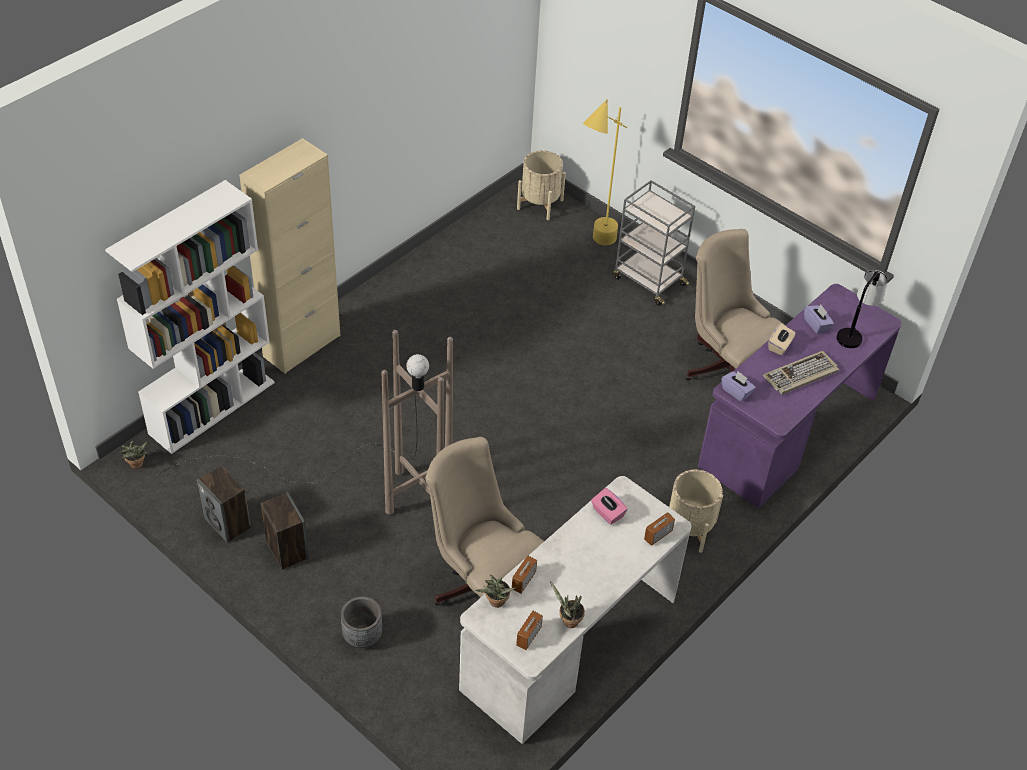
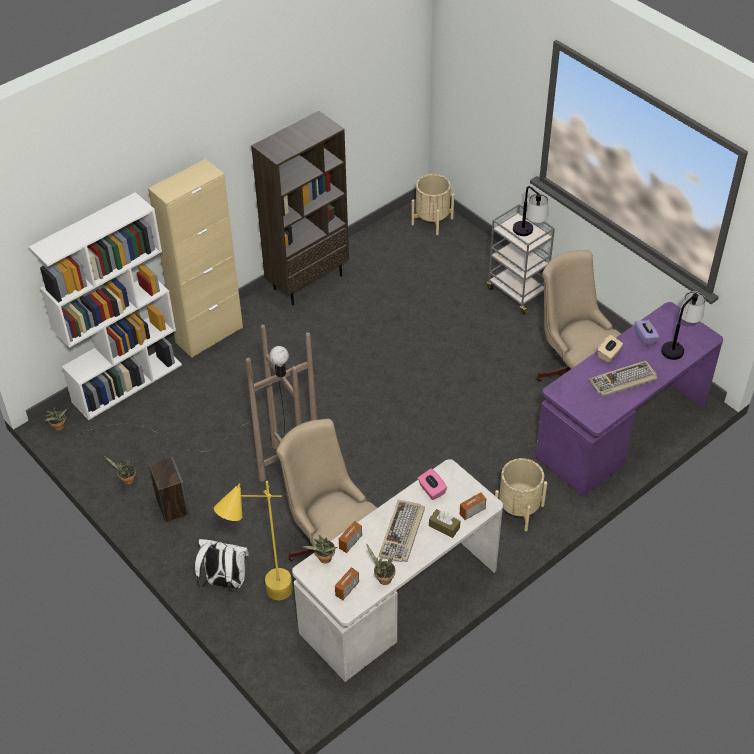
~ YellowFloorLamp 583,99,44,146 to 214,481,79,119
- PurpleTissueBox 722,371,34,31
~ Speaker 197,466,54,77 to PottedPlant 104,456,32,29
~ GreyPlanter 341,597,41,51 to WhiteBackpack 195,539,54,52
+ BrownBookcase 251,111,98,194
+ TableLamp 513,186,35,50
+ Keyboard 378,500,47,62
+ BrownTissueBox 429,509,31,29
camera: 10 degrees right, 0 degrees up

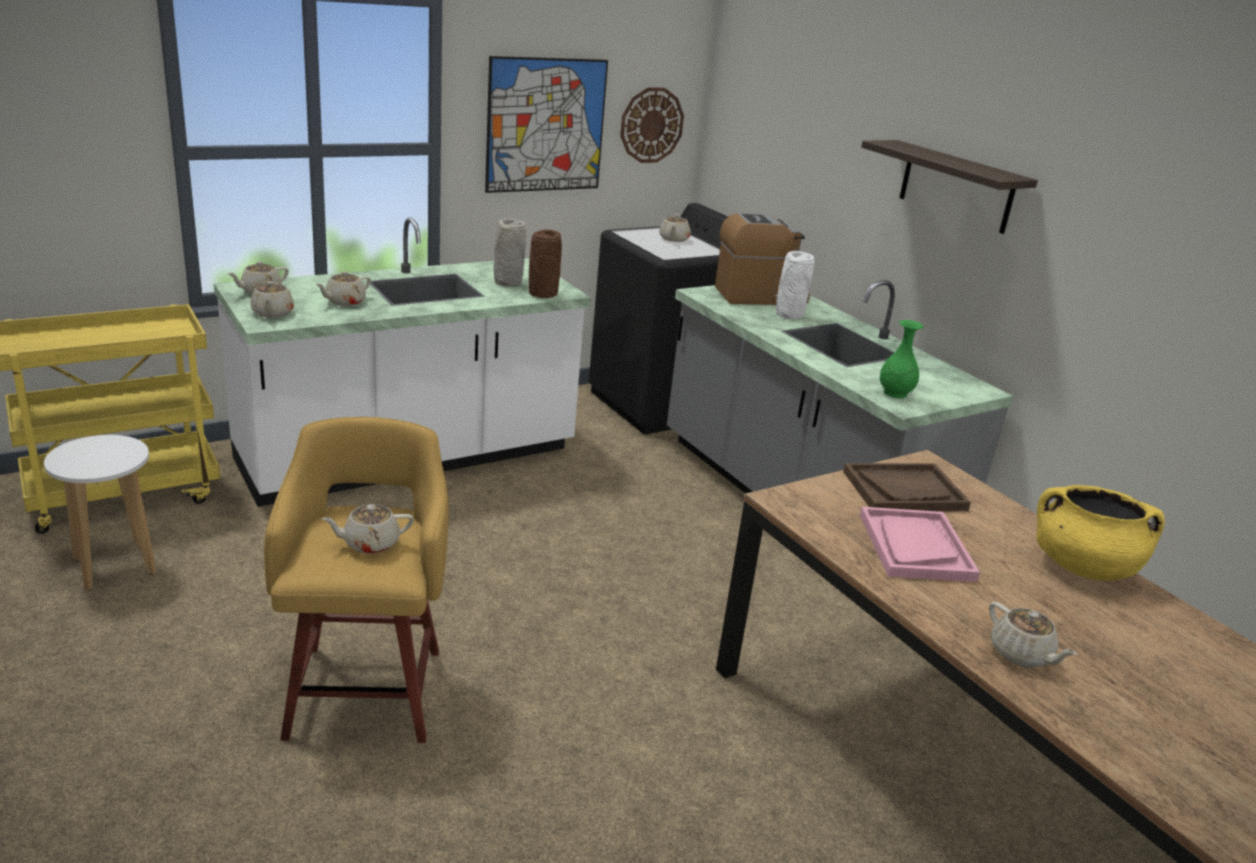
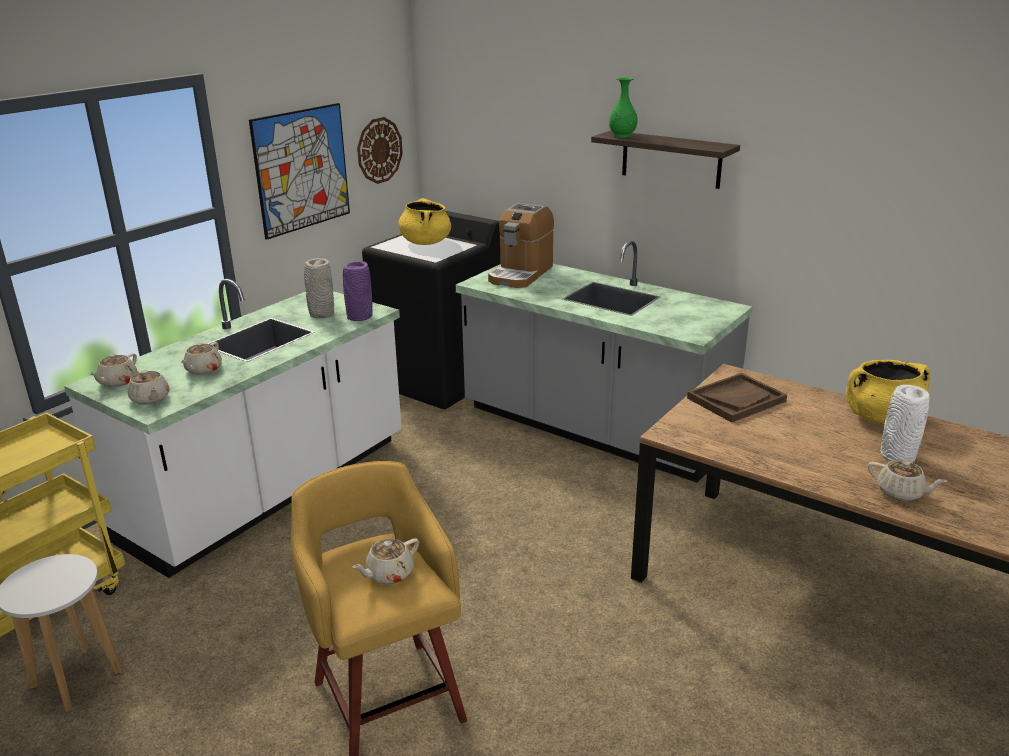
~ CoffeeMachine 715,213,95,92 = 488,203,66,85 150 degrees clockwise
~ BeigeTeapot 659,214,32,28 to YellowCookingPot 398,198,53,47
~ BrownVase 529,229,33,69 to PurpleVase 343,261,30,60
~ WhiteVase 776,251,39,69 to 880,385,50,78
~ GreenVase 880,320,44,78 to 609,77,29,61
- PinkTray 860,507,120,75
camera: 20 degrees left, 0 degrees up

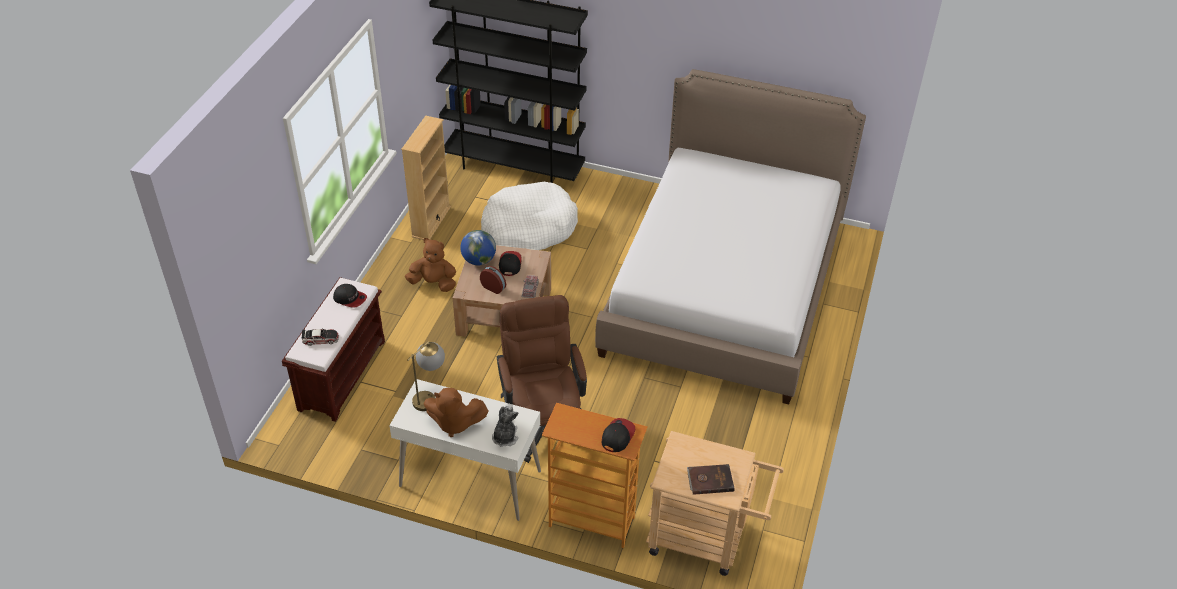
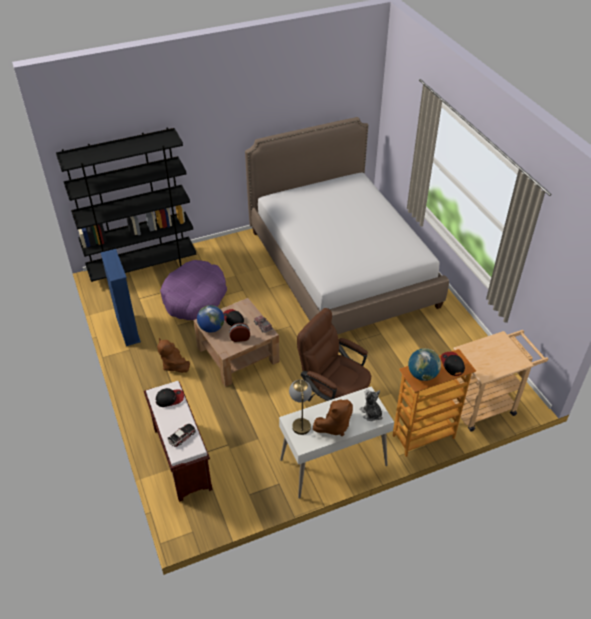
~ BeigeBookcase 401,116,50,124 to BlueBookcase 101,249,40,97
~ WhiteDogBed 481,182,97,68 to PurpleDogBed 160,260,67,60
~ BrownPlushToy 405,238,51,54 = 157,338,33,35 90 degrees counterclockwise
- BrownBook 687,464,48,31
+ Globe 408,348,33,33
camera: 40 degrees left, 0 degrees up

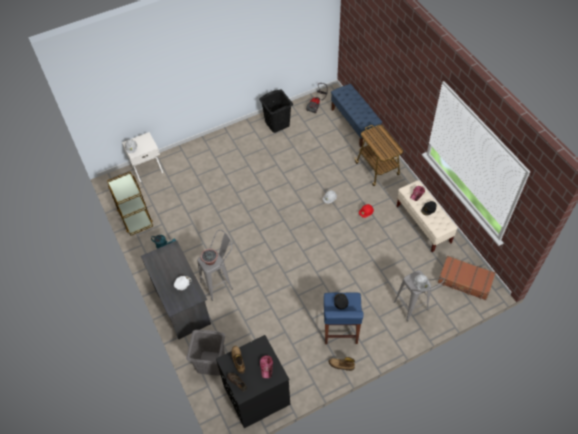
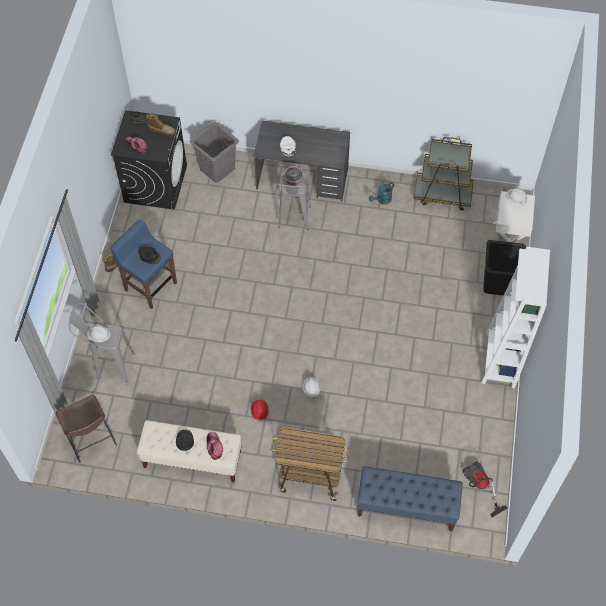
~ BlackLaundryBasket 259,90,34,43 to 483,240,43,56
~ BrownSuitcase 438,256,58,44 to BrownStool 56,395,61,68
+ WhiteBookcase 481,247,69,141
camera: 125 degrees right, 5 degrees up

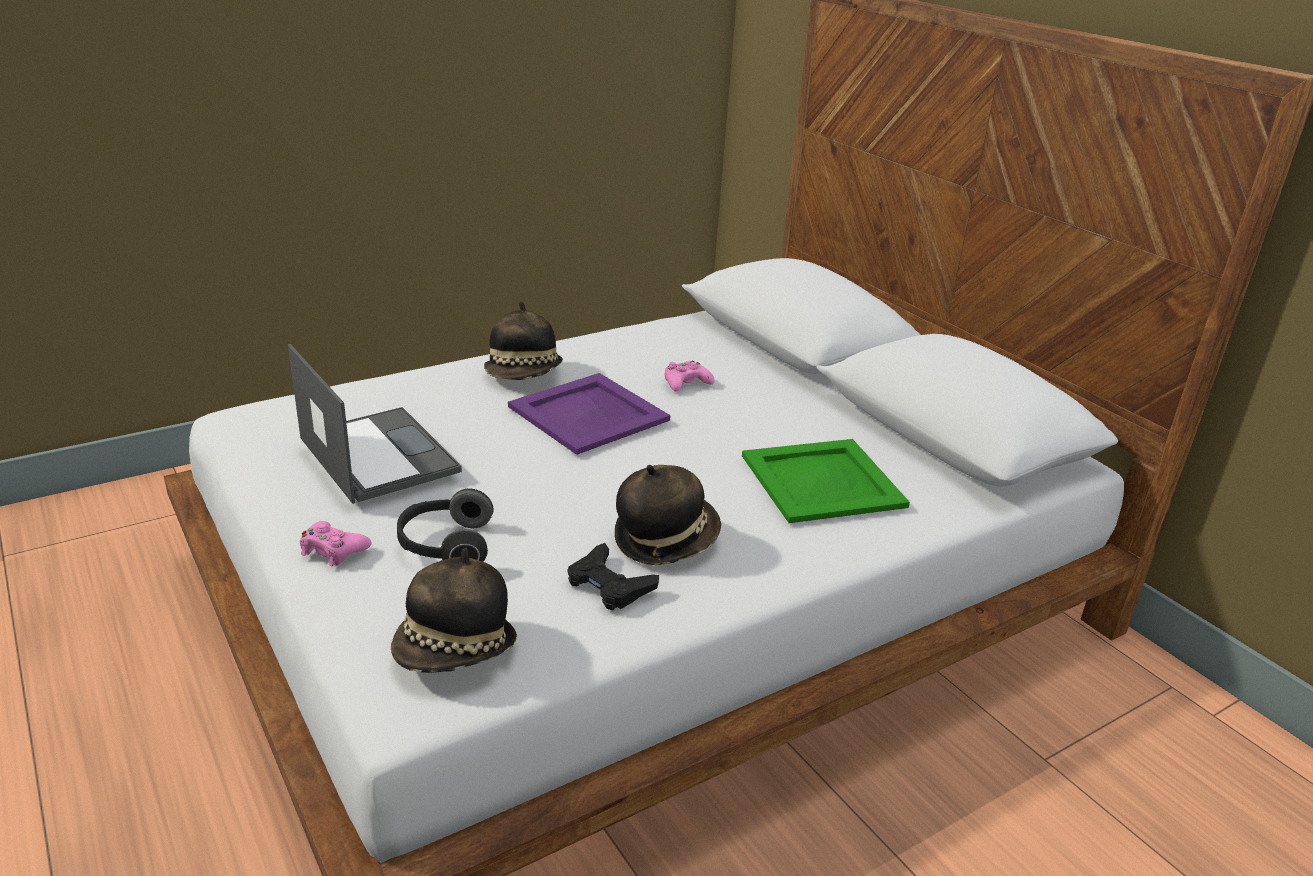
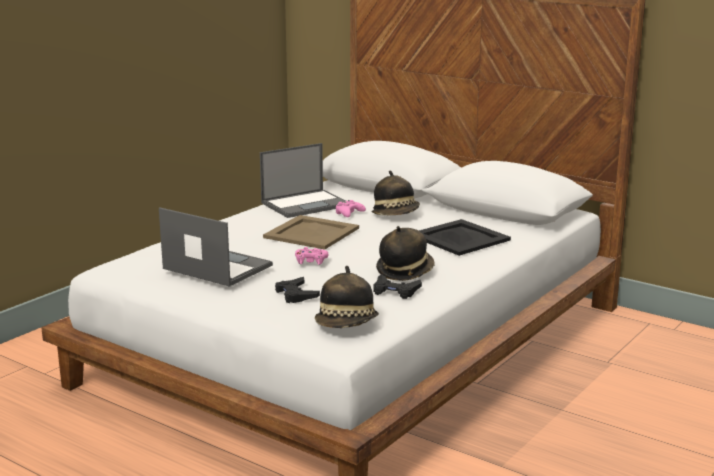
~ Hat 484,301,79,79 to 371,170,49,46
~ PurpleTray 508,373,162,82 to BeigeTray 263,215,96,35
~ GreenTray 742,439,168,84 to BlackTray 419,219,92,37
~ Headphones 397,489,96,73 to BlackGameController 275,277,45,26
~ PinkGameController 300,521,71,45 to 295,247,34,18
+ Laptop 260,143,86,75
camera: 20 degrees left, 10 degrees down

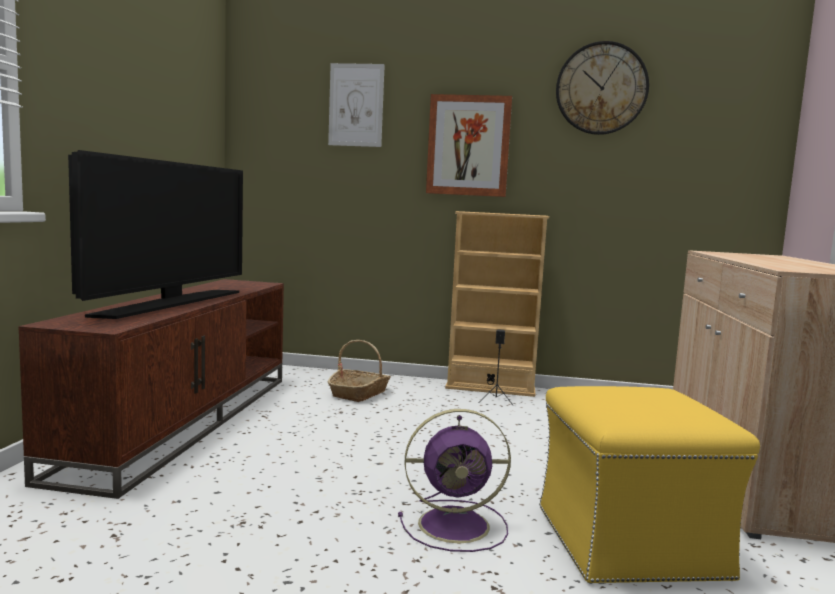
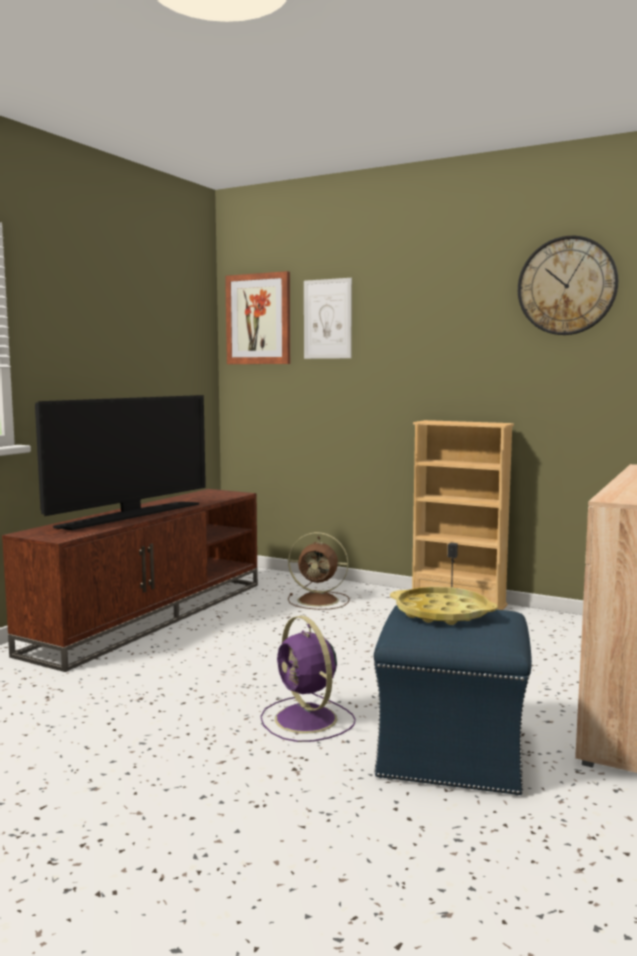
~ Picture 426,94,86,103 to 225,271,65,93
~ Basket 328,340,63,62 to BrownFan 288,532,62,78
~ YellowOttoman 539,386,221,198 to BlueOttoman 374,605,158,191
~ PurpleFan 398,409,113,143 = 260,616,96,126 45 degrees clockwise
+ YellowTray 390,587,108,38
camera: 20 degrees right, 0 degrees up

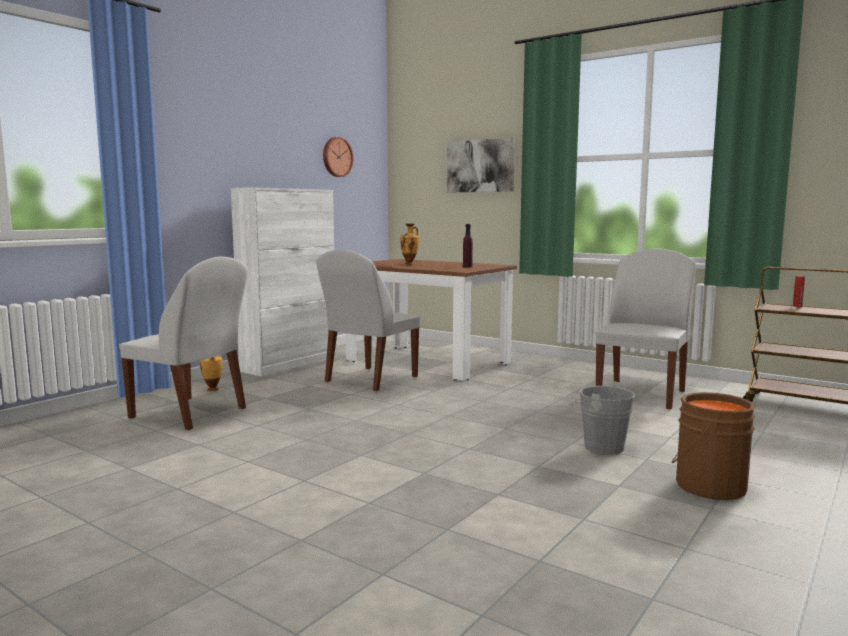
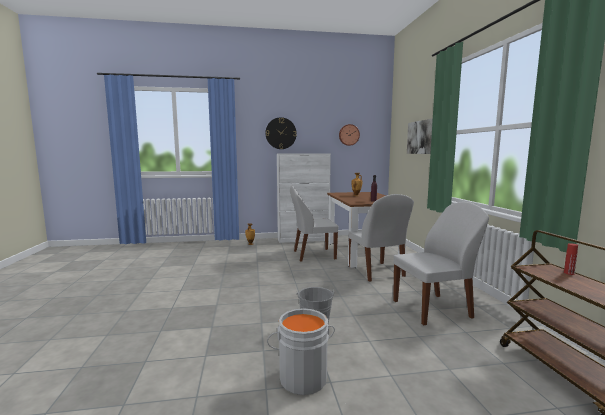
~ WhiteChair 119,257,129,173 to 348,194,66,88
~ BrownBucket 672,392,83,108 to GreyBucket 267,308,68,87
+ WallClock 265,117,32,32
camera: 45 degrees right, 0 degrees up

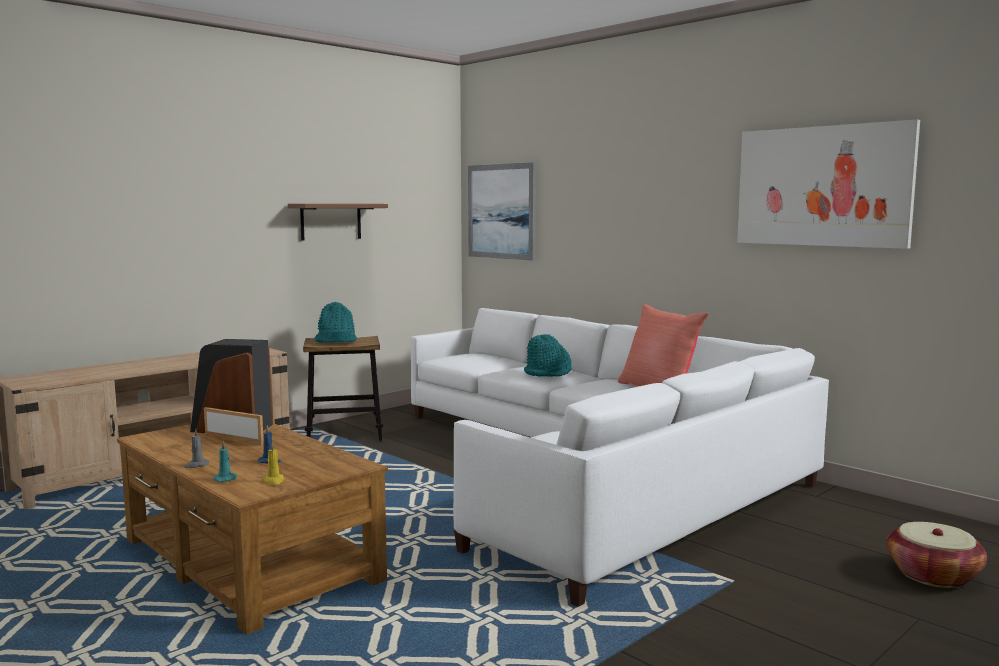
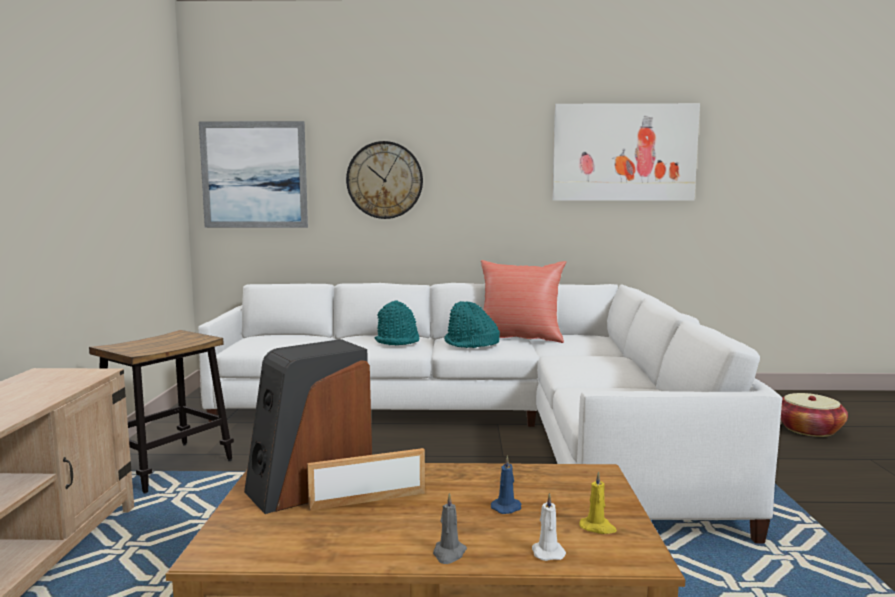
- BrownShelf 288,204,100,37
~ TurquoiseHat 314,302,43,41 to 444,301,56,47
~ TurquoiseCandle 213,441,25,41 to WhiteCandle 532,493,34,68
+ WallClock 346,141,77,78
camera: 45 degrees left, 0 degrees up

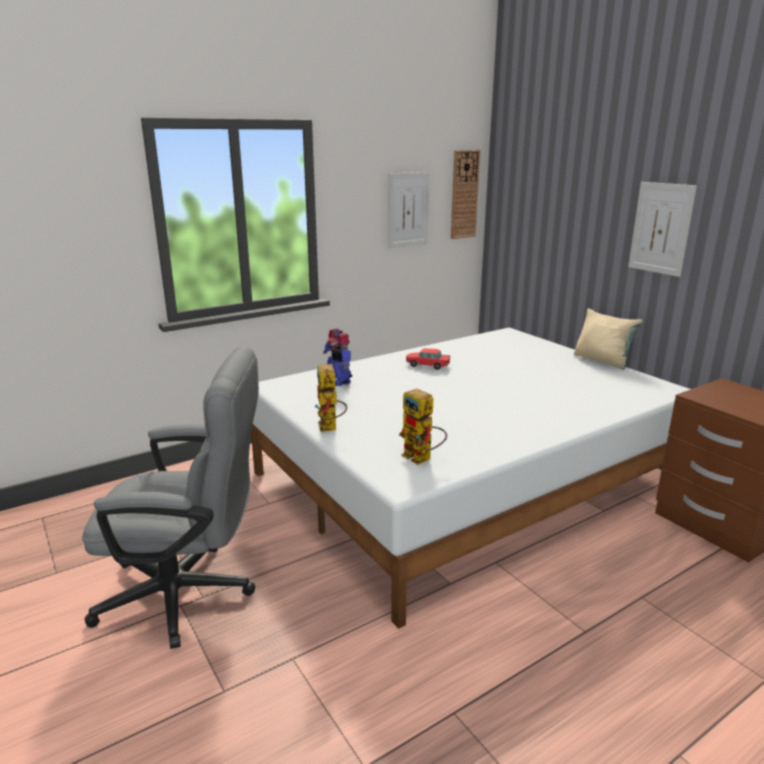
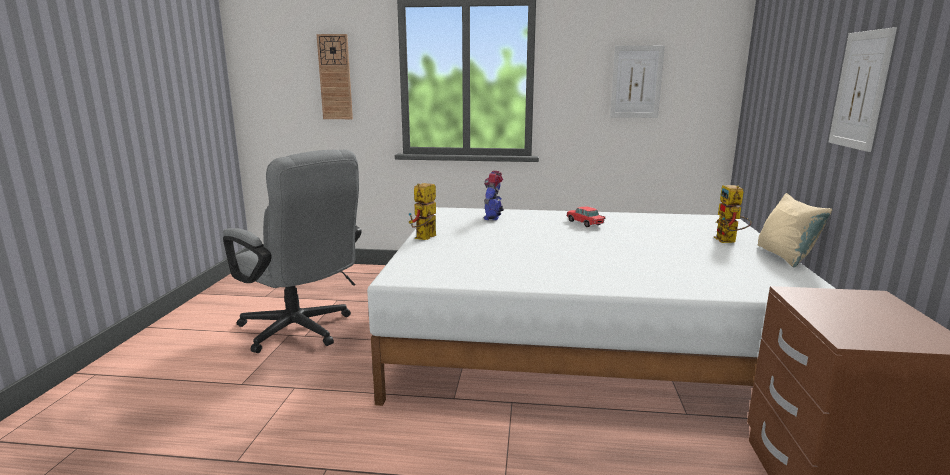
~ WallClock 451,150,29,89 to 316,34,37,85
~ ToyRobot 399,389,48,76 to 714,185,38,58
camera: 40 degrees right, 5 degrees down

